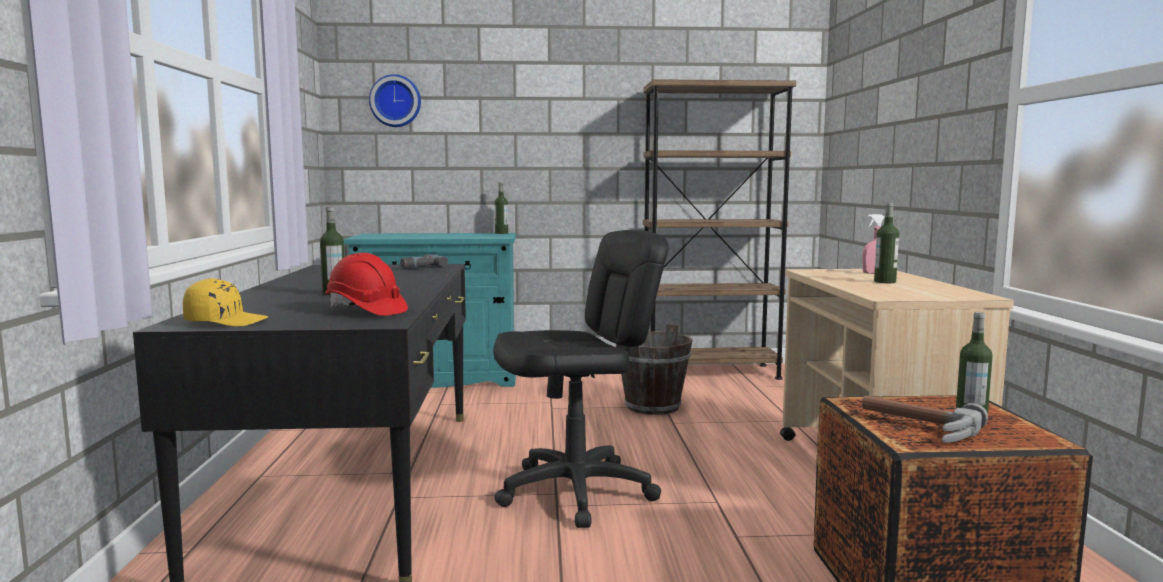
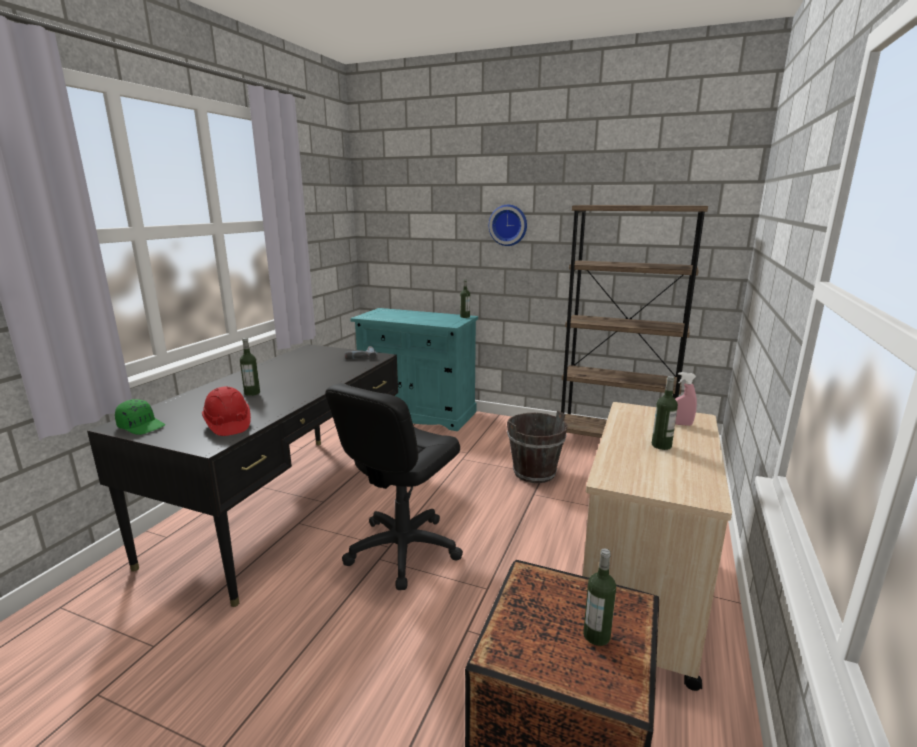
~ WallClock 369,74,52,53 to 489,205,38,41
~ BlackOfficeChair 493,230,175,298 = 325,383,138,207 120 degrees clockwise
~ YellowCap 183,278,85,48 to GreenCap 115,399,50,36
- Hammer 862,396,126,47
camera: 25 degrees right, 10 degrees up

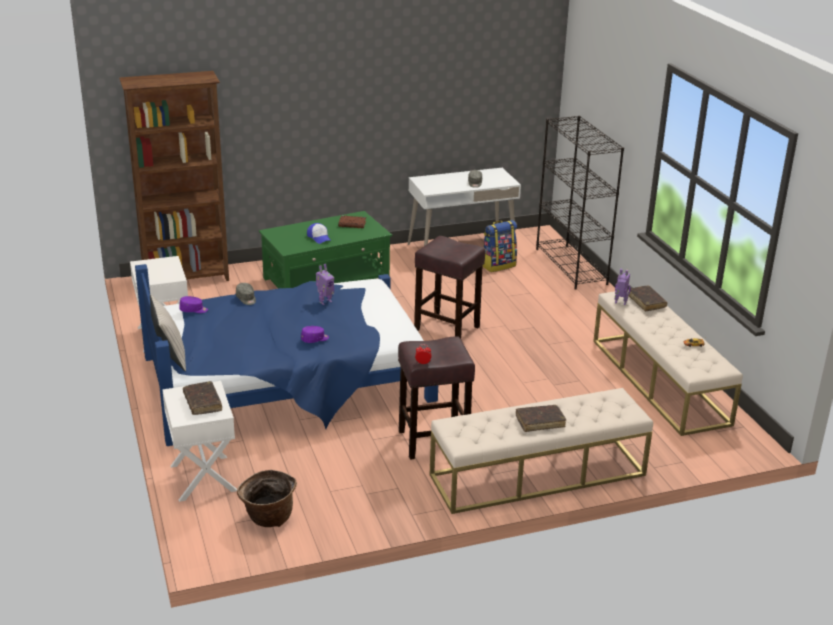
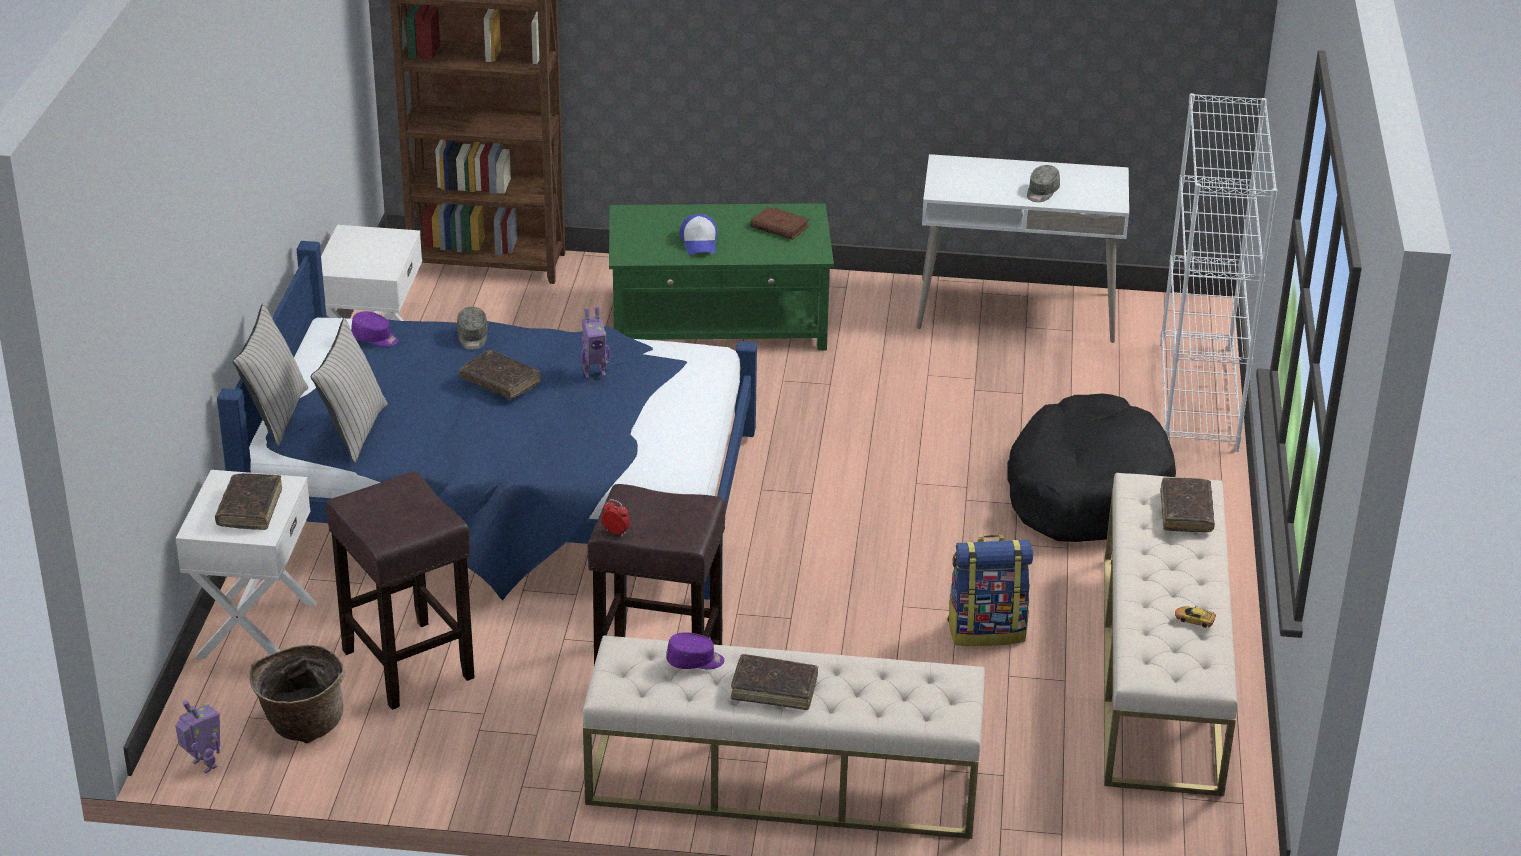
~ BlackBookcase 536,116,88,174 to WhiteBookcase 1160,93,117,359
~ Backpack 483,220,34,52 to 947,535,86,111
~ BrownStool 414,236,71,102 to 326,471,149,239
~ ToyRobot 615,269,16,36 to 175,700,45,73
~ PurpleCap 301,326,28,17 to 666,632,58,37
+ BeigePillow 311,318,77,145
+ BrownBook 459,349,82,50
+ BlackDogBed 1007,393,169,149
camera: 25 degrees right, 5 degrees up

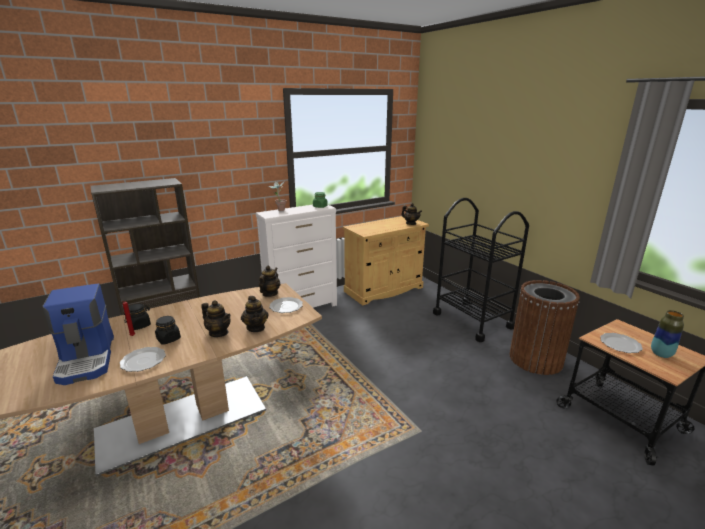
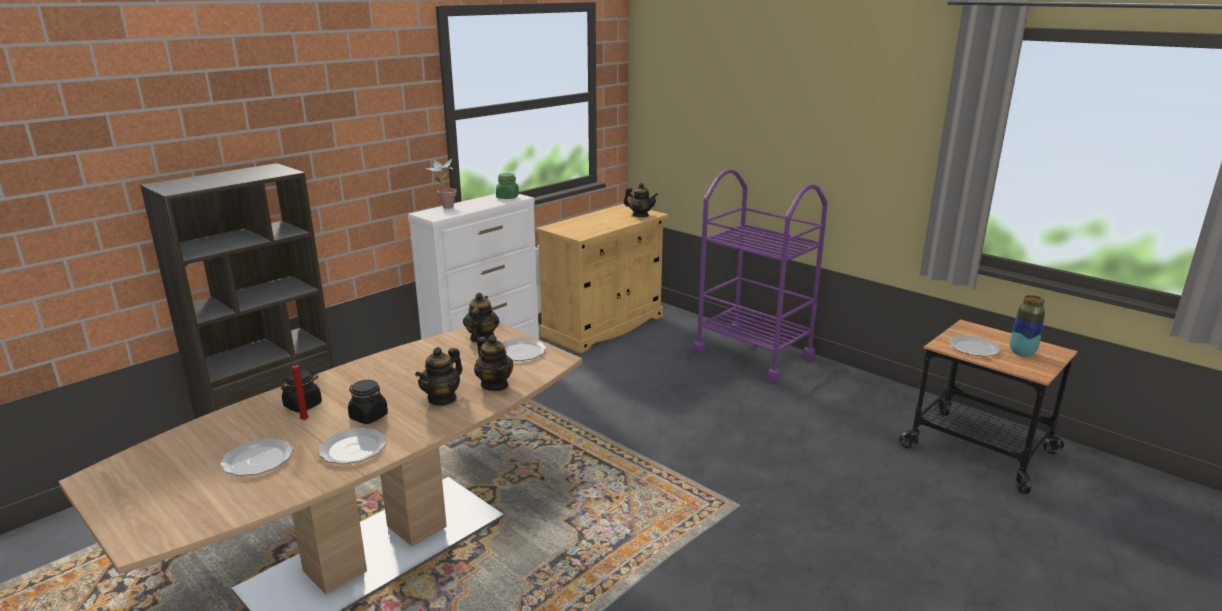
~ BlackCart 433,198,96,144 to PurpleCart 693,169,135,214
- BrownTrashCan 510,280,70,95
~ CoffeeMachine 42,283,72,102 to Plate 220,438,73,38
~ Teapot 201,300,29,37 = 415,347,48,59 105 degrees clockwise
camera: 15 degrees left, 0 degrees up

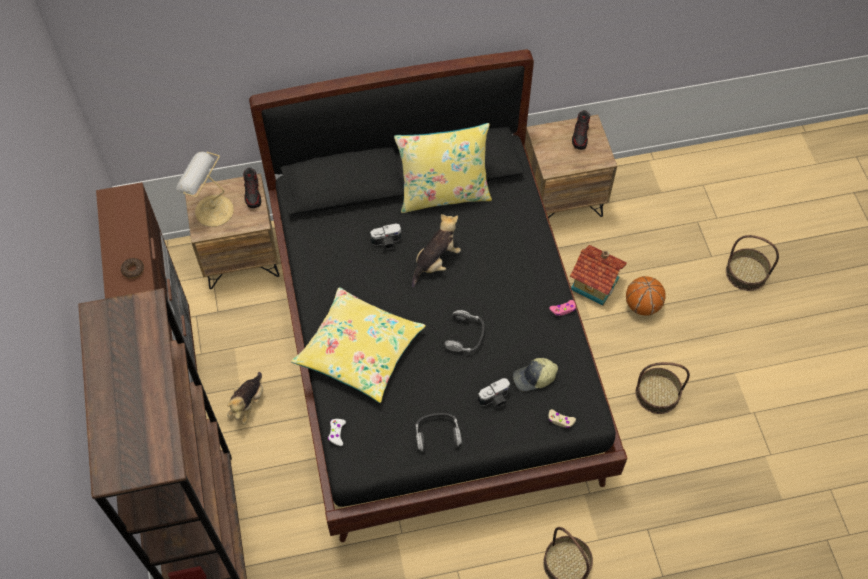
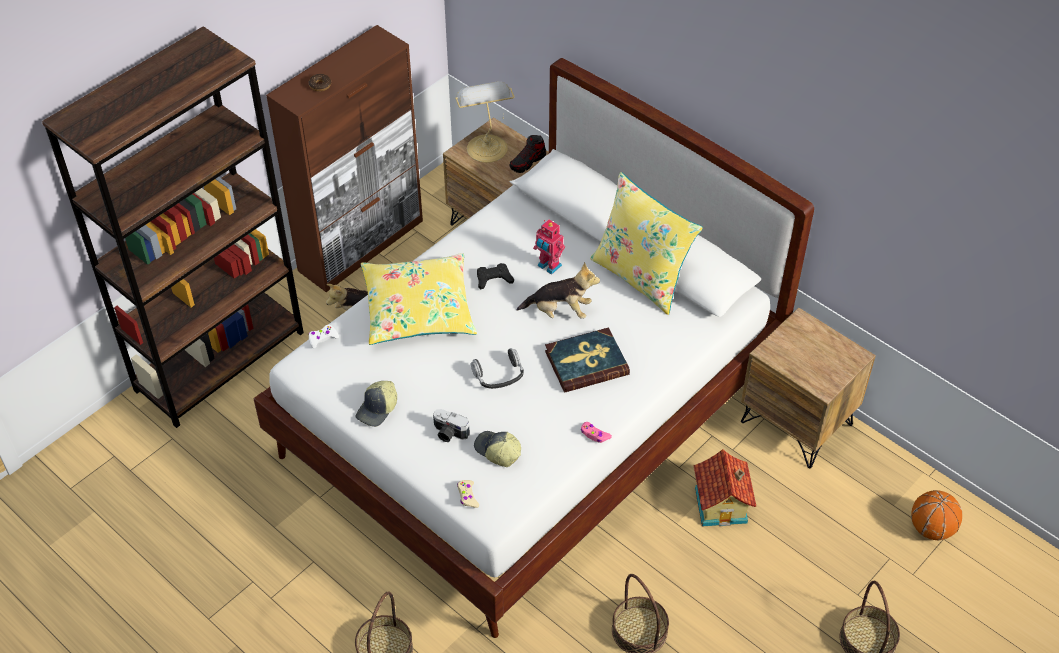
~ BlackBed 249,50,379,492 to WhiteBed 253,58,561,580
- Shoe 572,110,18,40
~ PhotoCamera 370,223,31,27 to ToyRobot 533,219,32,56
~ Basketball 626,276,39,40 to 911,490,51,50
~ Headphones 416,413,46,38 to Cap 355,381,42,46
+ BlackGameController 477,263,37,26
+ Book 545,327,85,66
camera: 55 degrees right, 10 degrees down

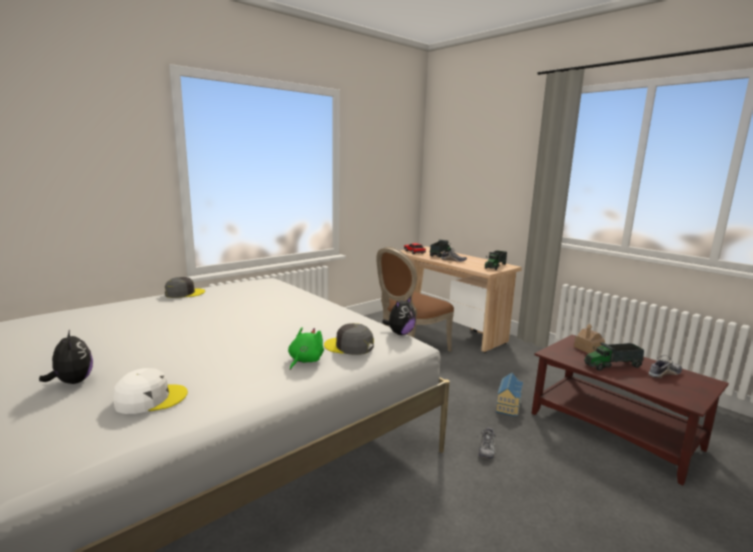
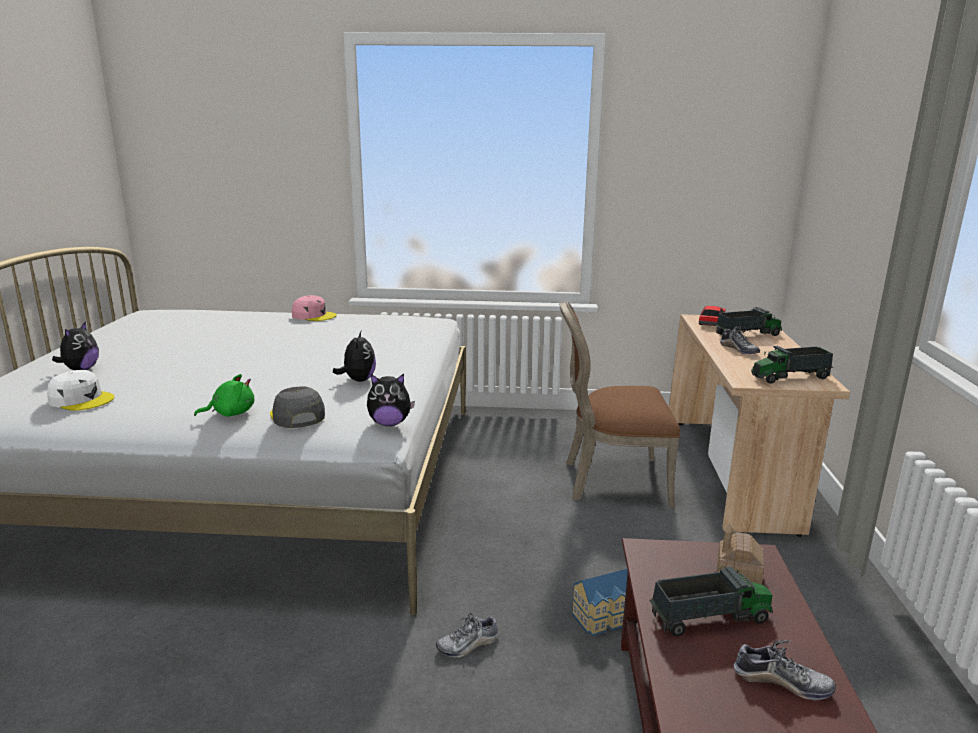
~ GreyCap 165,277,40,21 to PinkCap 292,295,45,26
~ ToyTruck 584,342,60,29 = 649,566,124,71 135 degrees clockwise
+ PlushToy 333,331,43,51
camera: 45 degrees right, 5 degrees up

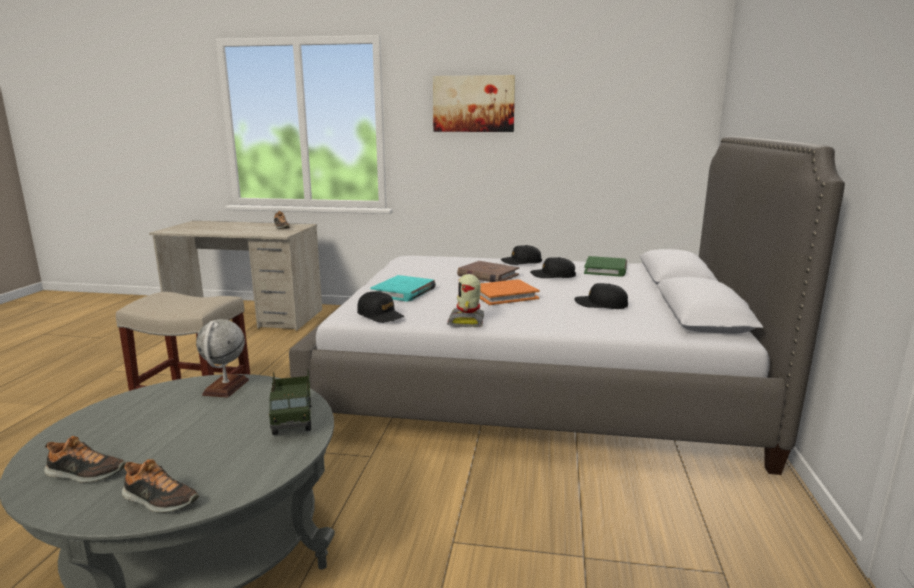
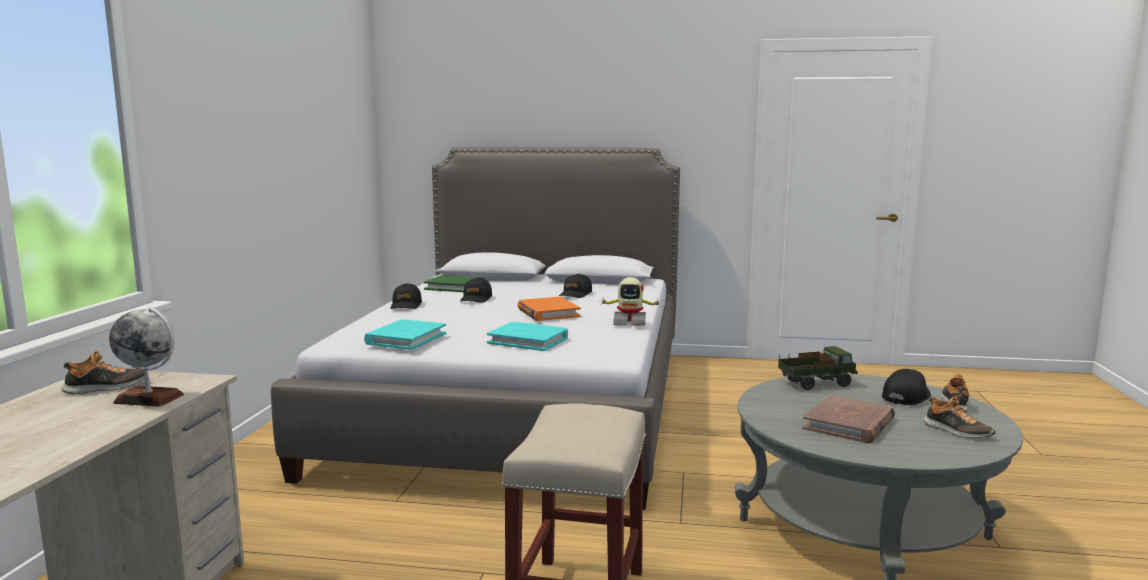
- Picture 433,75,82,57
~ BrownBook 457,261,62,21 to 802,394,93,49
~ BlackCap 357,291,47,32 to 882,369,49,36
~ Globe 196,319,53,79 to 109,307,75,100
~ Shoe 44,436,82,47 = 923,396,73,42 135 degrees clockwise
+ TurquoiseBook 364,319,82,31
camera: 90 degrees left, 5 degrees down

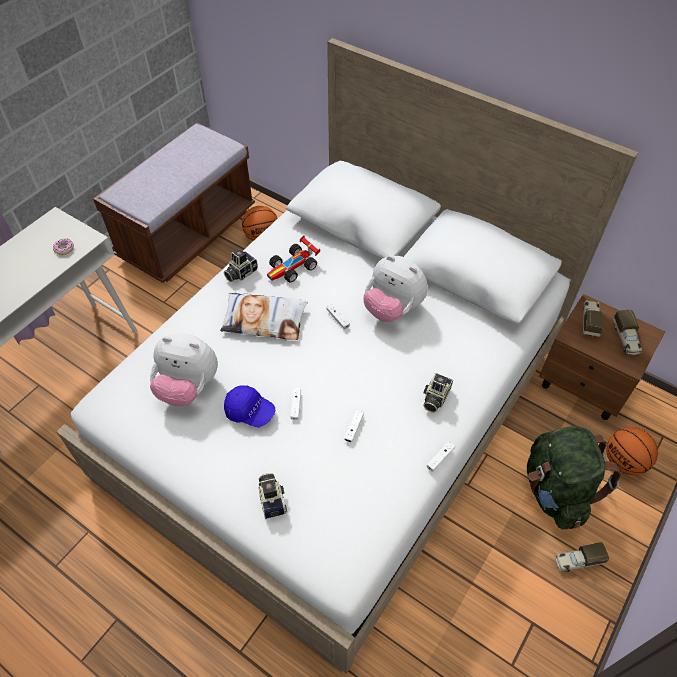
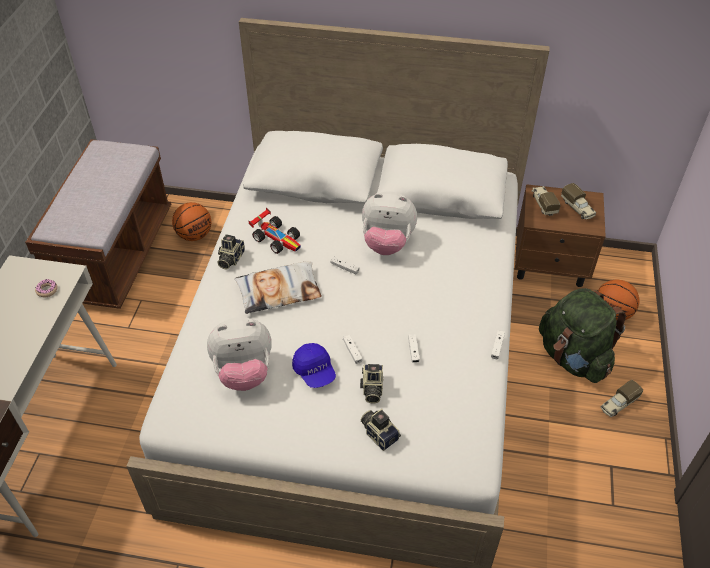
~ ToyCar 267,235,53,48 = 249,208,52,46 75 degrees counterclockwise
~ PhotoCamera 423,373,30,40 to 360,364,24,40
~ BlueCap 224,385,51,42 = 292,343,44,45 60 degrees clockwise
camera: 25 degrees left, 5 degrees down

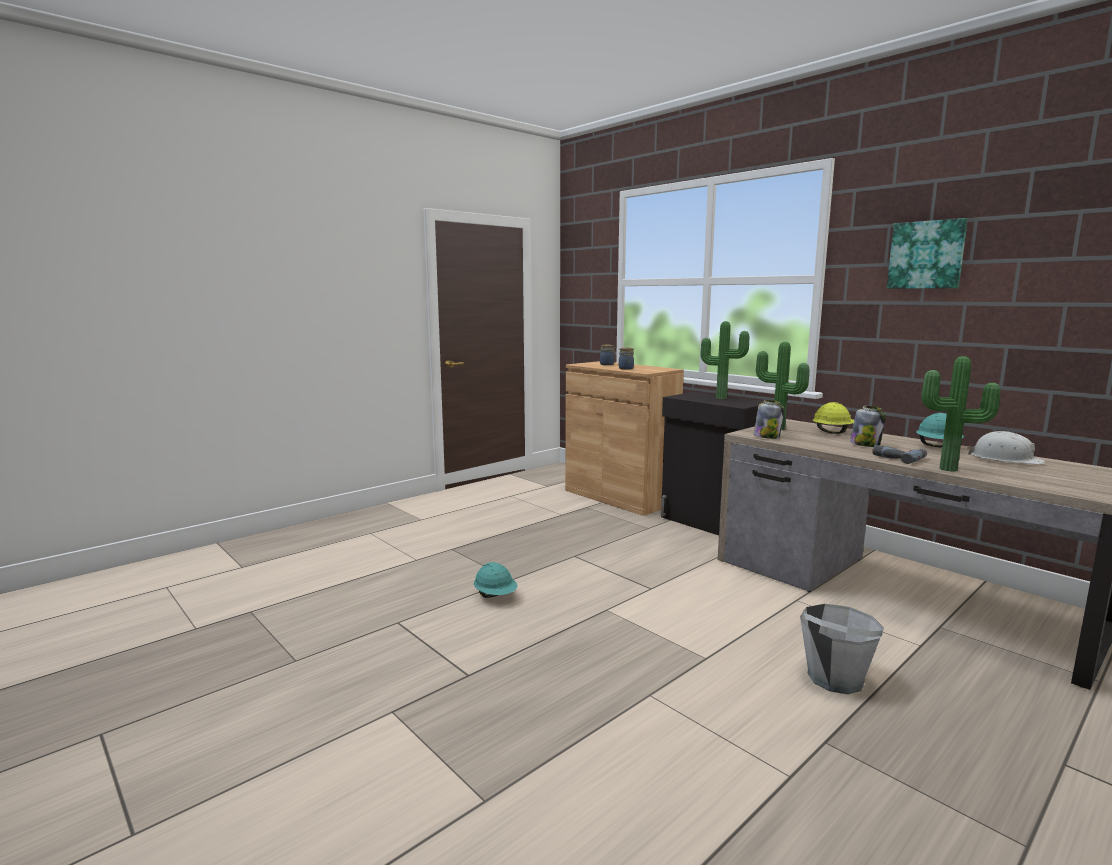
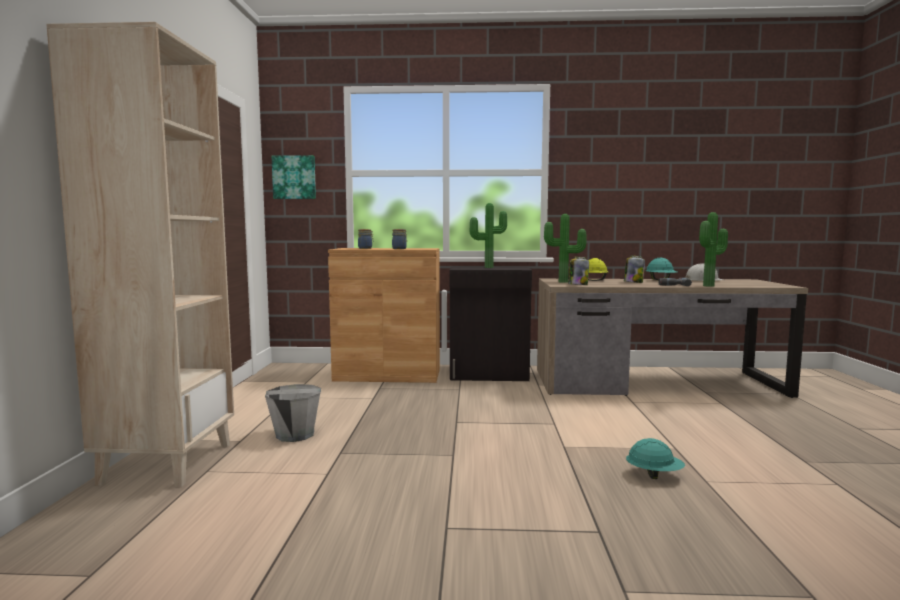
~ Picture 887,218,81,71 to 272,155,44,44
~ TurquoiseHardHat 474,562,43,36 to 626,438,59,41
~ GreyBucket 800,604,84,90 to 265,384,56,58
+ BeigeBookcase 46,22,188,465
camera: 45 degrees left, 5 degrees down

